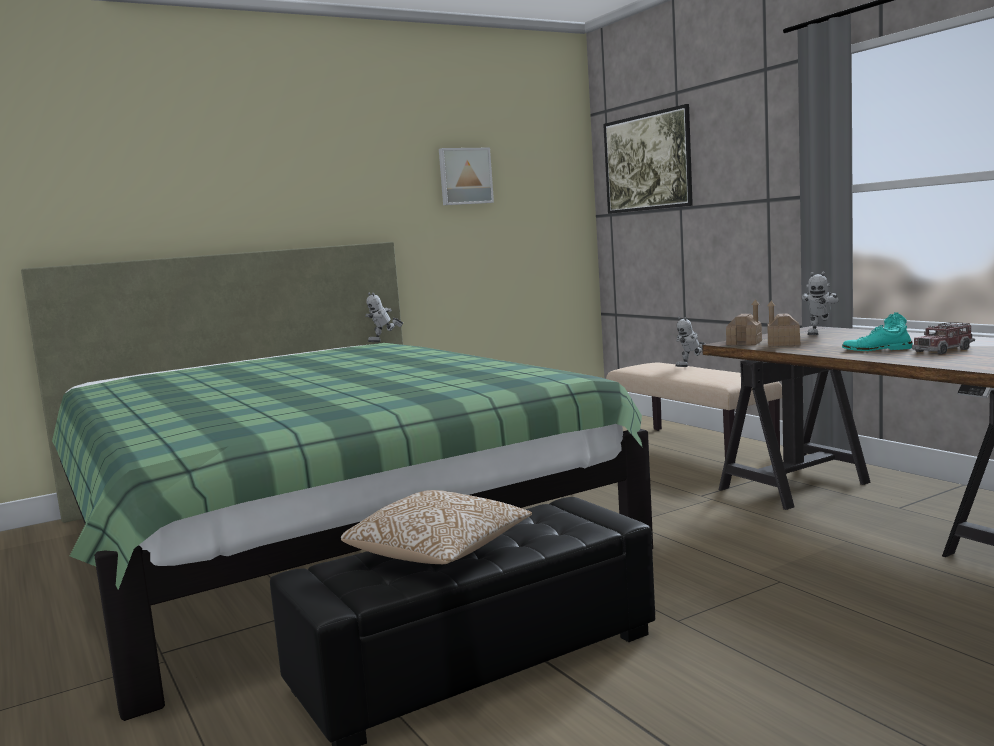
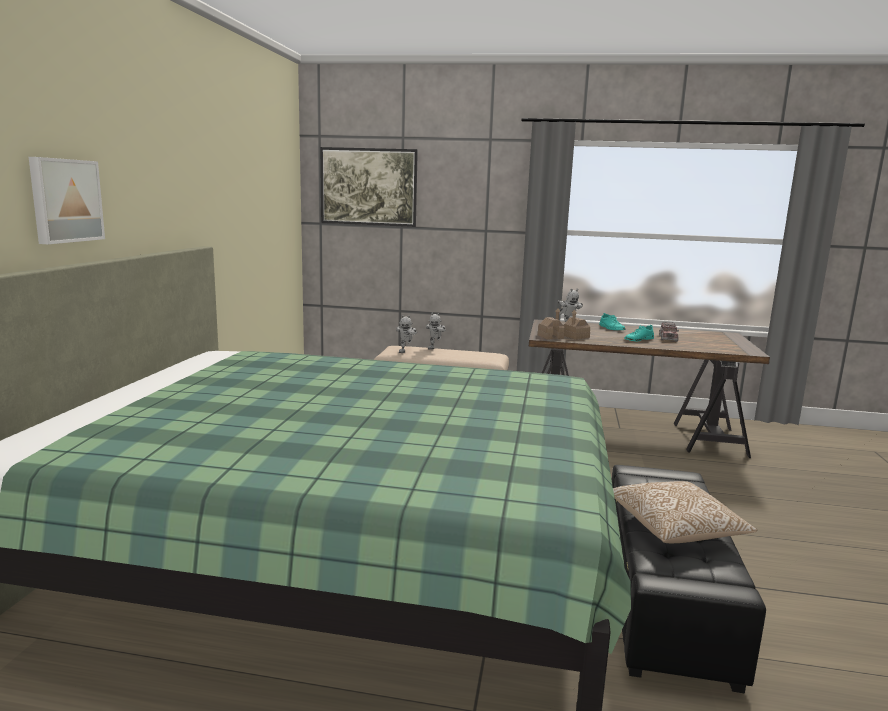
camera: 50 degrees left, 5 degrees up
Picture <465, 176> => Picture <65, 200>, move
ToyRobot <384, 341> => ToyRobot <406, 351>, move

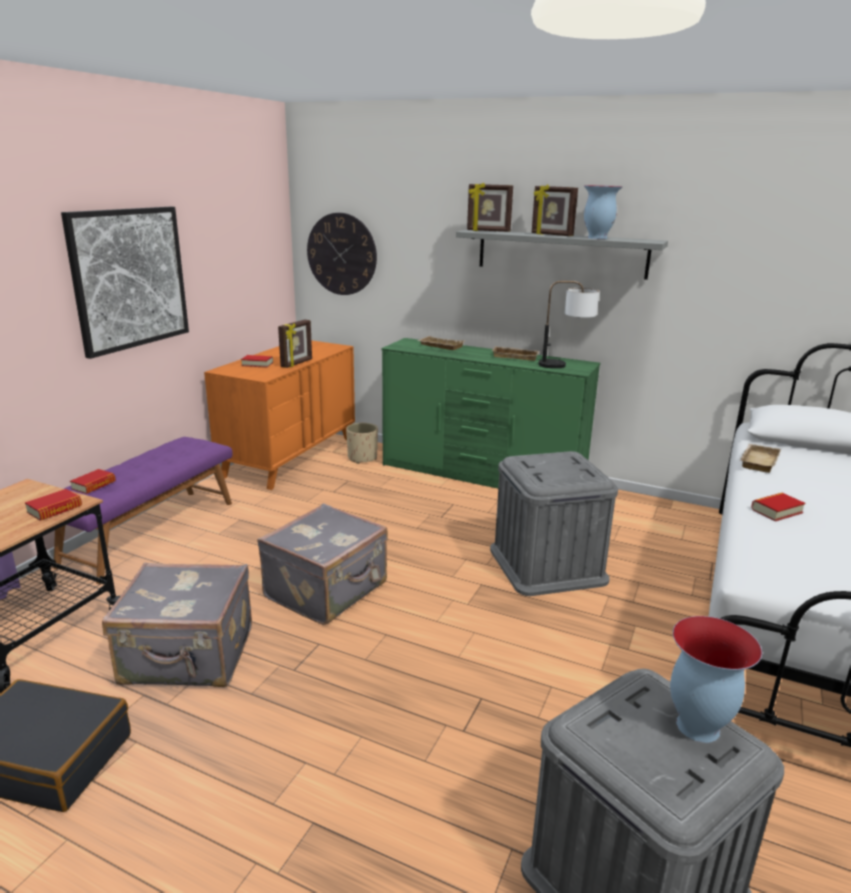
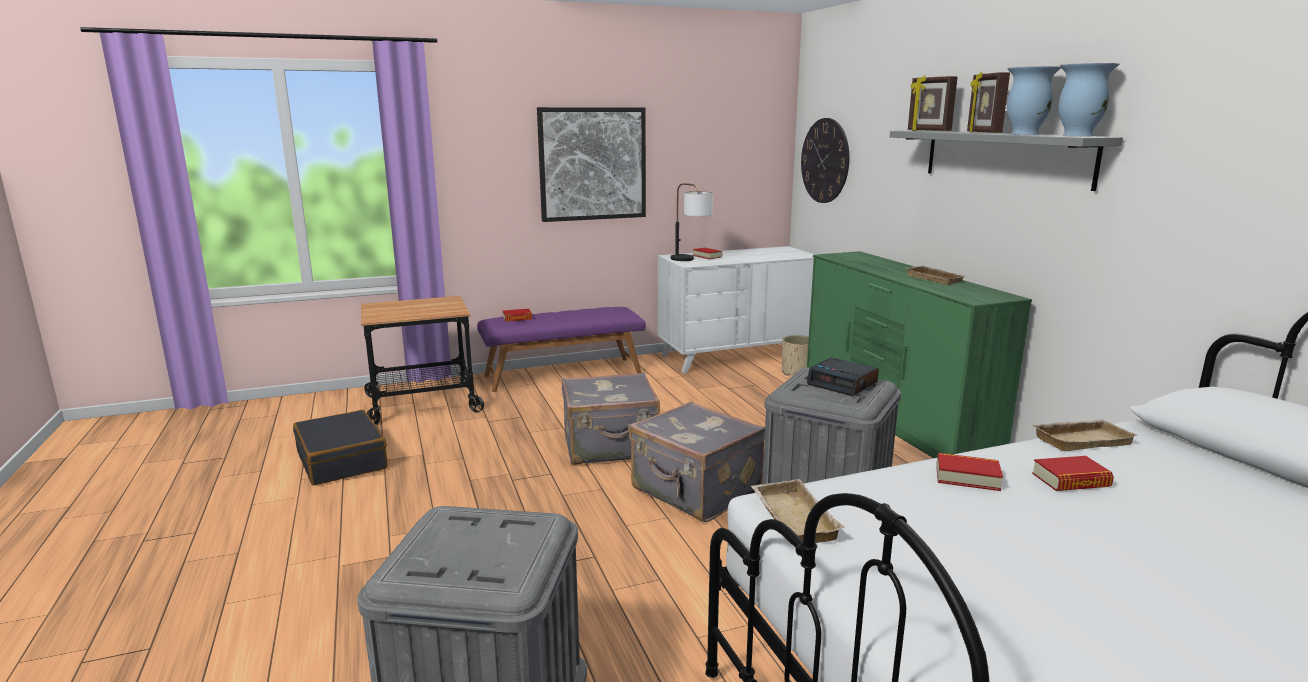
camera: 45 degrees right, 5 degrees down
TableLamp <565, 365> => TableLamp <690, 260>, move
PictureFrame <297, 363> => nothing
BeigeTray <440, 346> => BeigeTray <790, 518>, move
OrangeDresser <290, 457> => WhiteDresser <737, 356>
Book <55, 509> => Book <1070, 480>, move
GreySuitcase <188, 657> => GreySuitcase <695, 492>, move
Vase <696, 726> => Vase <1076, 136>, move
nothing => AlarmClock <843, 384>

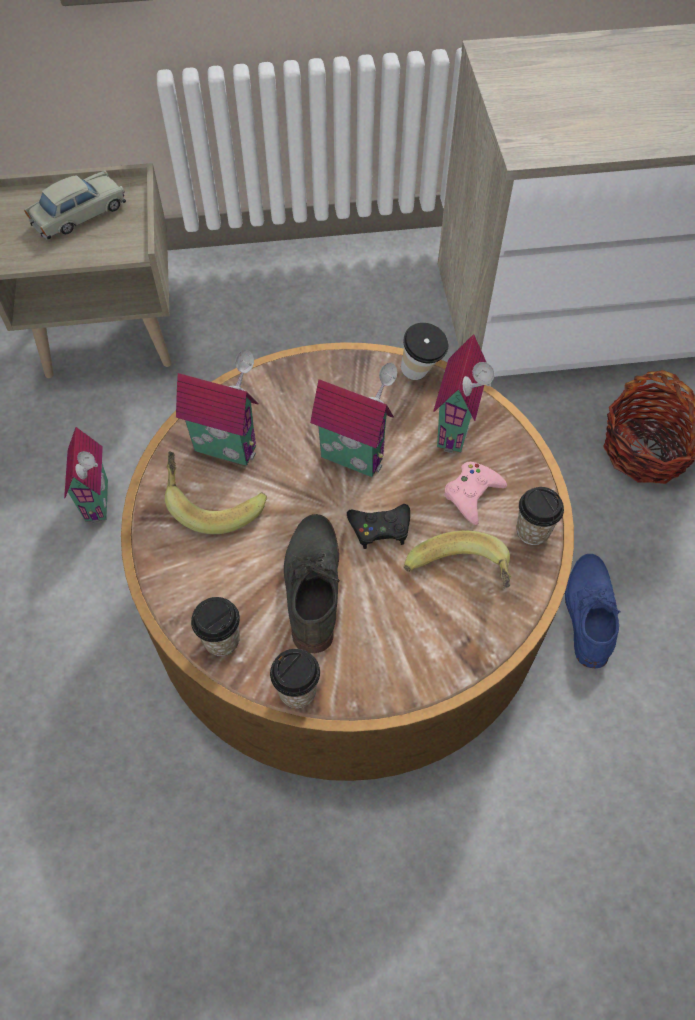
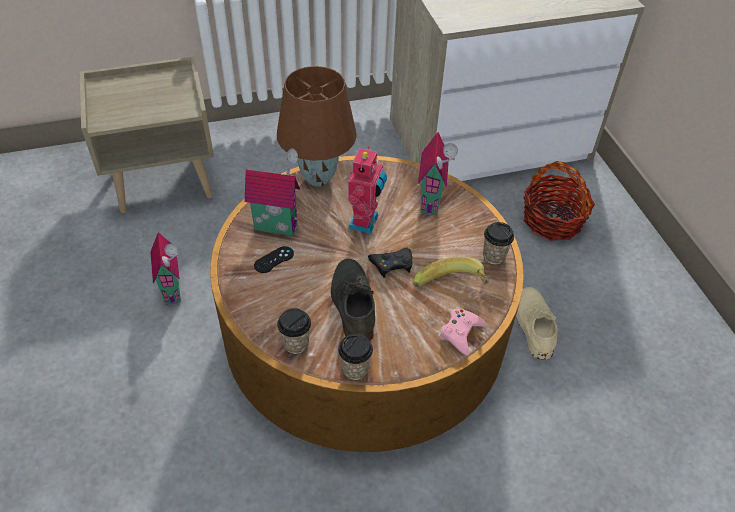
camera: 10 degrees left, 10 degrees down
BeigeToyCar <79, 214> => nothing
Cup <421, 375> => nothing
ToyHouse <354, 455> => ToyRobot <365, 222>
Banana <213, 502> => BlackGameController <274, 260>
PinkGameController <472, 494> => PinkGameController <461, 333>, move
BlueShoe <588, 611> => BeigeShoe <533, 324>
nothing => BrownTableLamp <317, 179>

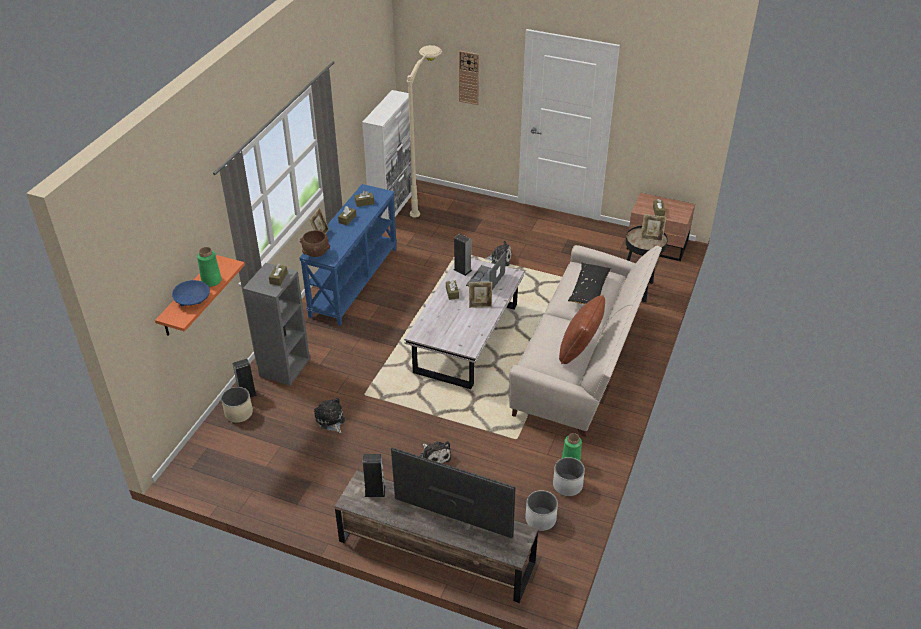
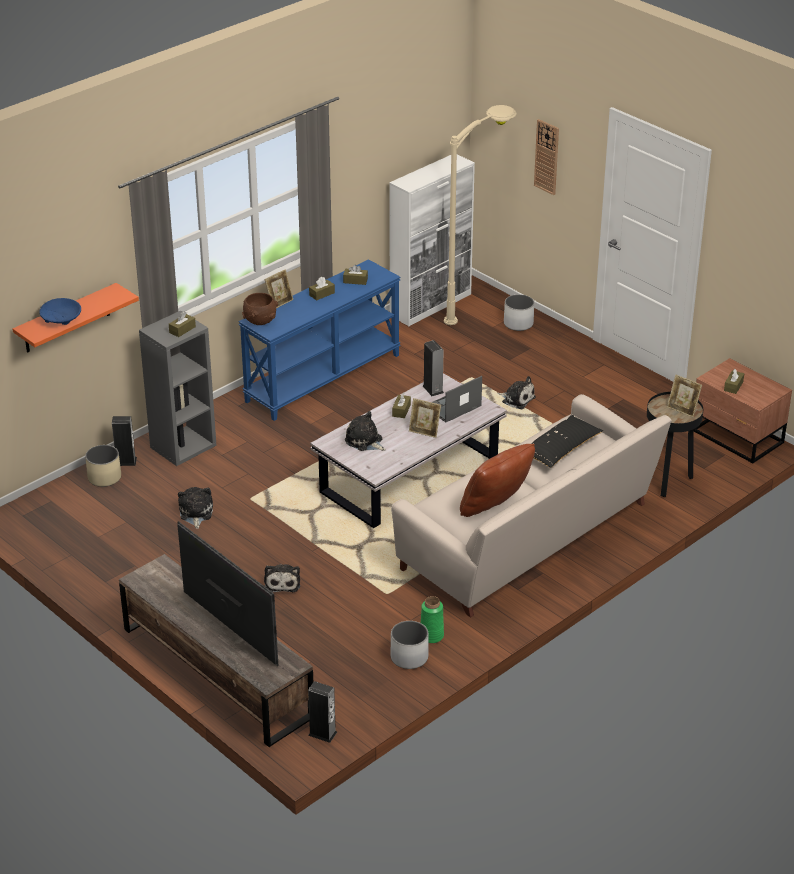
camera: 25 degrees right, 5 degrees down
GreenVase <211, 281> => nothing
Speaker <375, 491> => Speaker <322, 733>, move
WhitePlanter <540, 519> => WhitePlanter <518, 324>, move
nothing => PlushToy <365, 441>

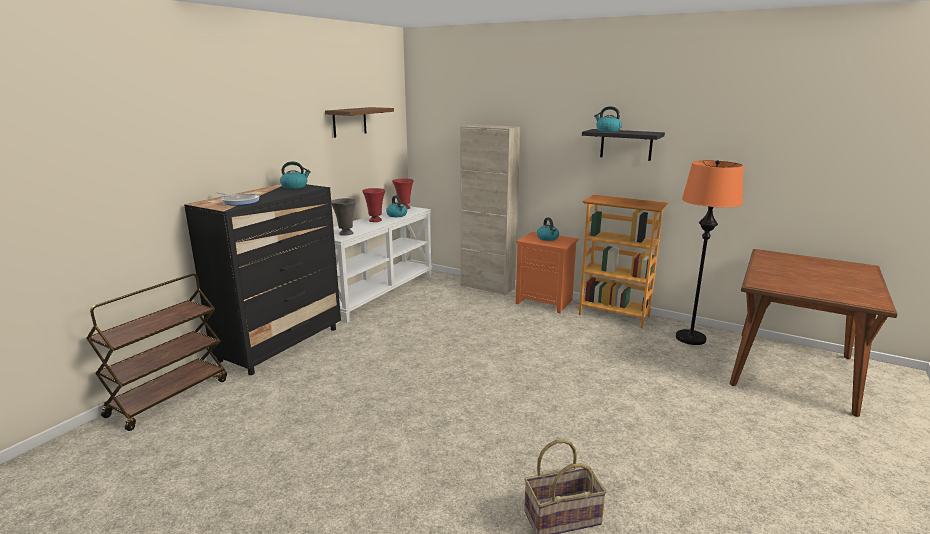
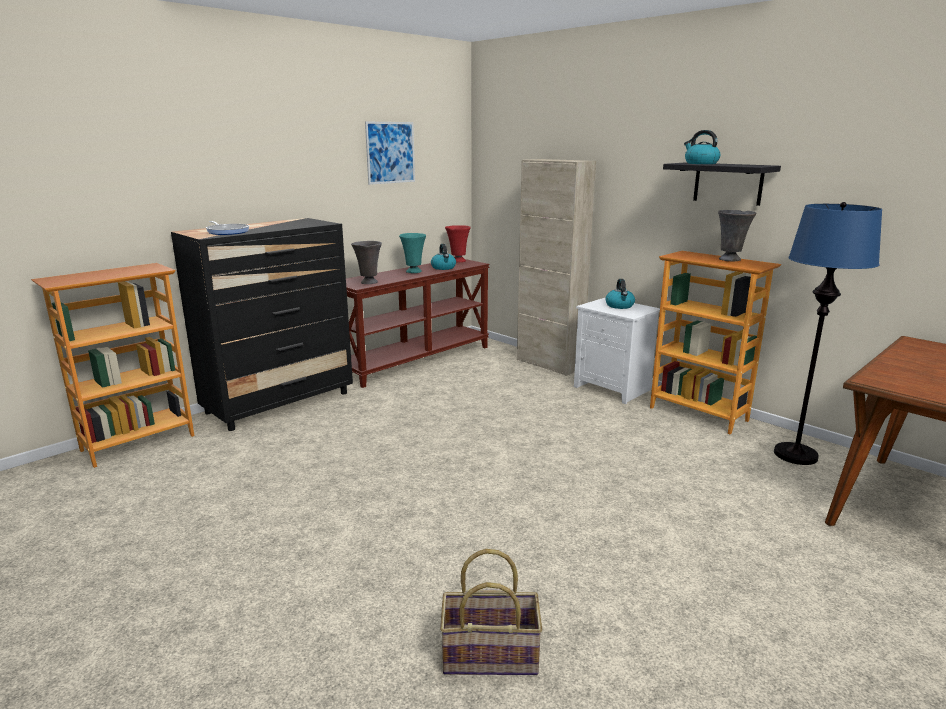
camera: 15 degrees right, 0 degrees up
BrownShelf <349, 122> => Picture <390, 152>
OrangeFloorLamp <691, 338> => BlueFloorLamp <796, 455>
Kettle <295, 186> => nothing
RedVase <375, 221> => TurquoiseVase <414, 272>
WhiteConsoleTable <378, 294> => BrownConsoleTable <416, 360>
OrangeNightstand <545, 302> => WhiteNightstand <614, 388>
BrownCart <169, 397> => Bookcase <138, 442>
nothing => GreyVase <730, 260>

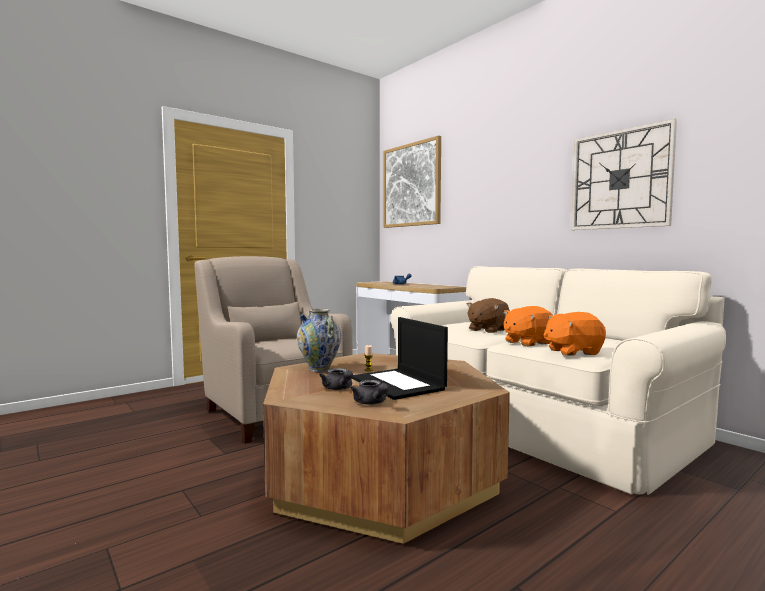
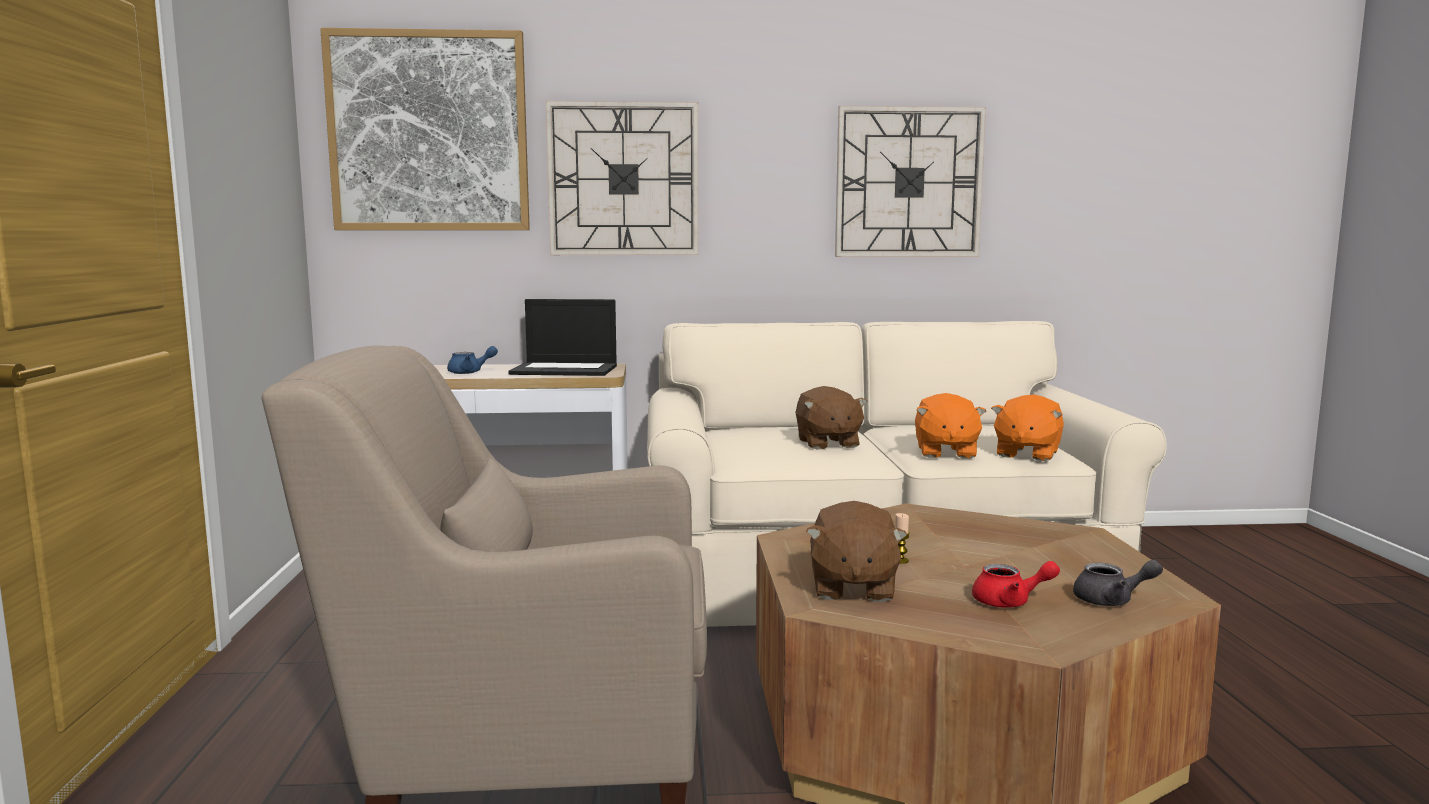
camera: 55 degrees left, 5 degrees up
Vase <319, 369> => BrownPlushToy <852, 588>
Laptop <399, 384> => Laptop <566, 370>, move
GreyTeapot <338, 389> => RedTeapot <1009, 602>
nothing => WallClock <623, 179>

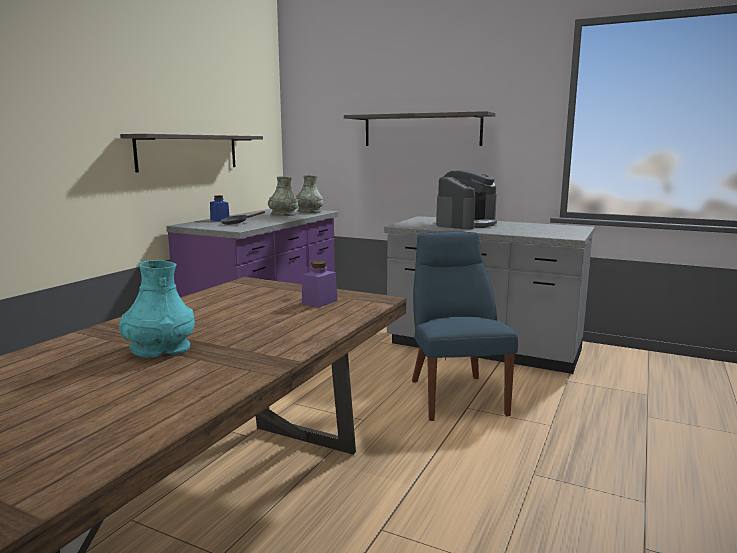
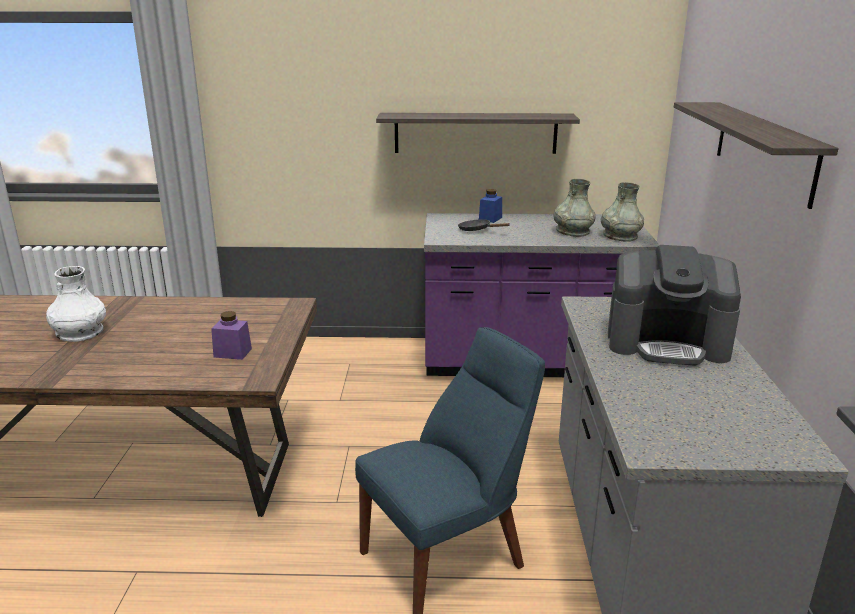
camera: 65 degrees right, 10 degrees up
TurquoiseVase <160, 349> => WhiteVase <80, 332>

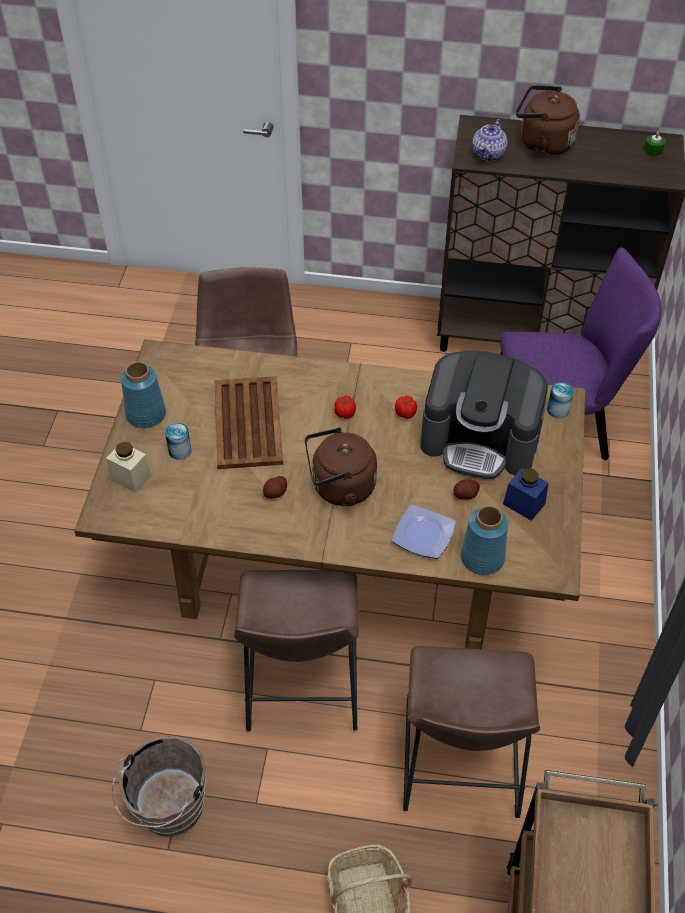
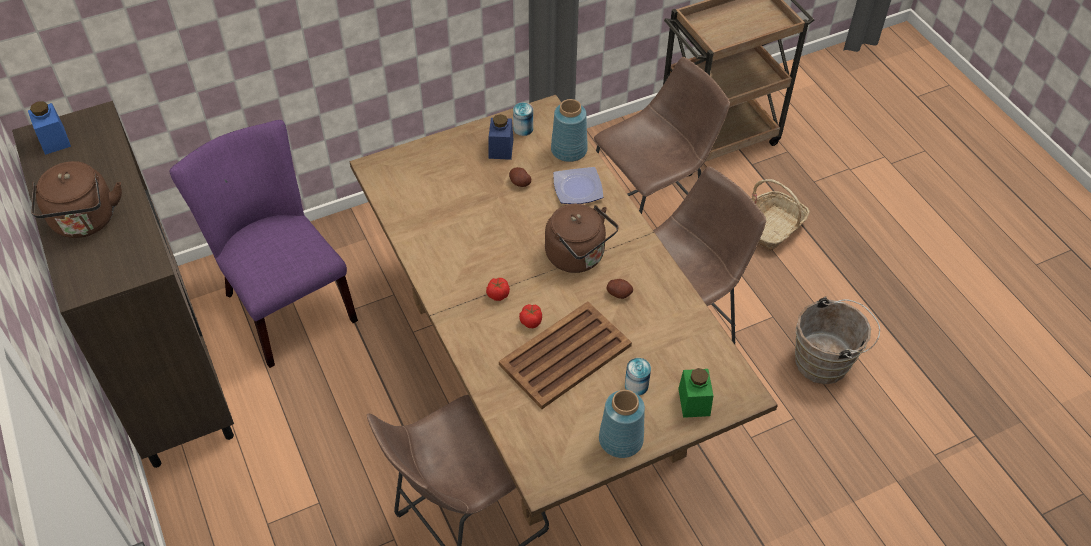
camera: 125 degrees left, 0 degrees up
Teapot <489, 154> => nothing
GreenCandle <653, 150> => BlueJar <54, 140>
CoffeeMachine <480, 440> => nothing
Can <558, 409> => Can <523, 129>, move
Tomato <405, 413> => Tomato <531, 321>, move
BeigeJar <130, 477> => GreenJar <694, 402>

